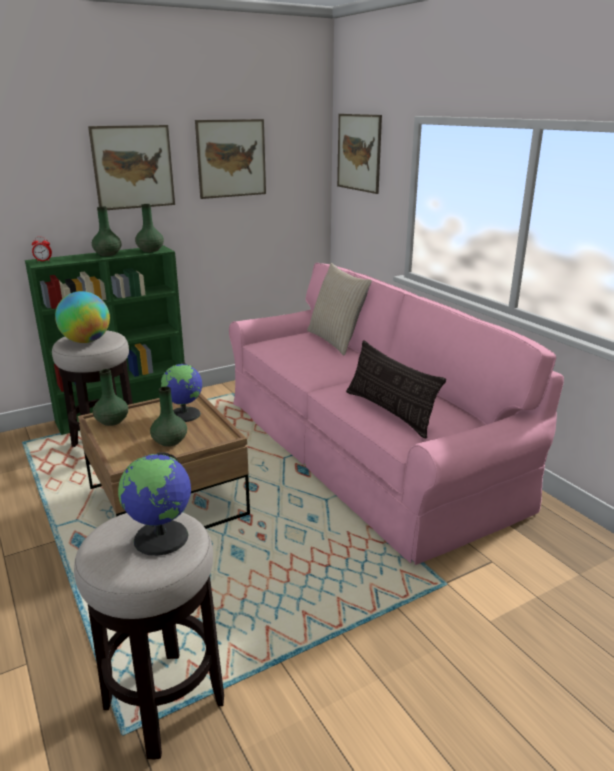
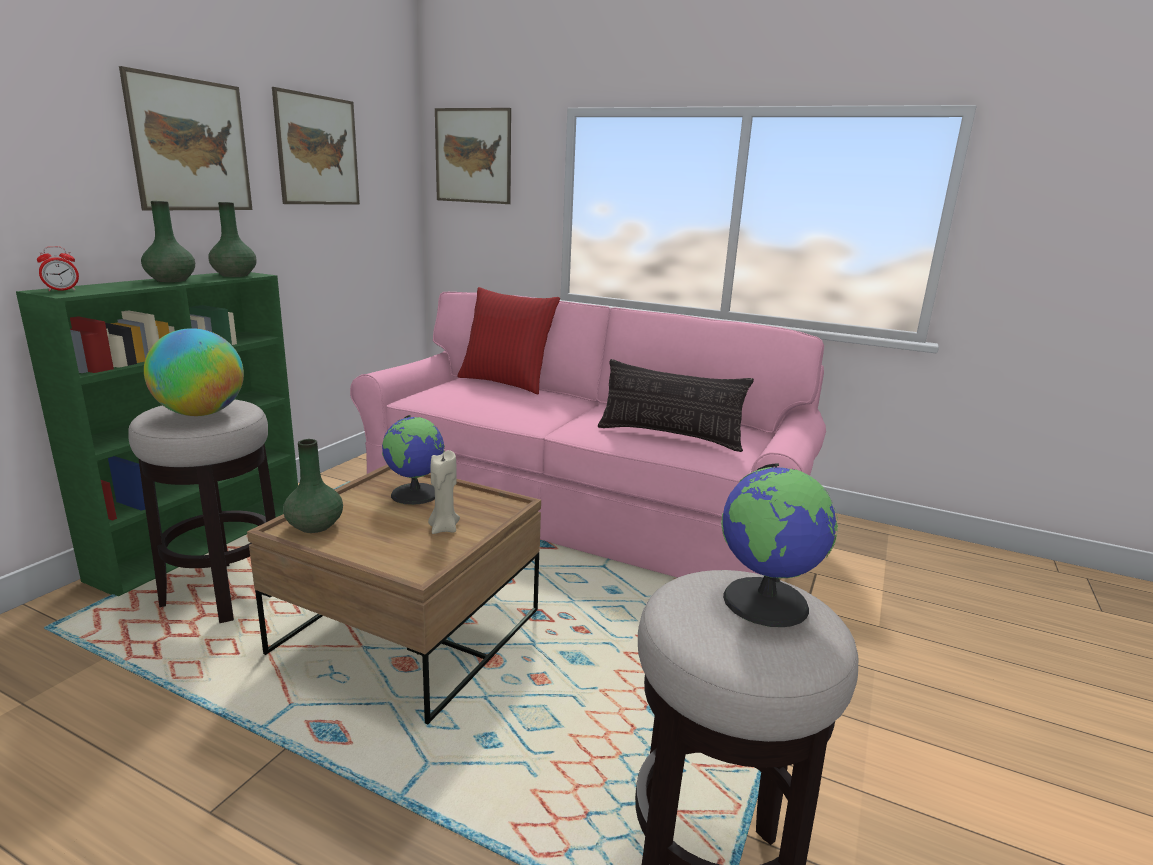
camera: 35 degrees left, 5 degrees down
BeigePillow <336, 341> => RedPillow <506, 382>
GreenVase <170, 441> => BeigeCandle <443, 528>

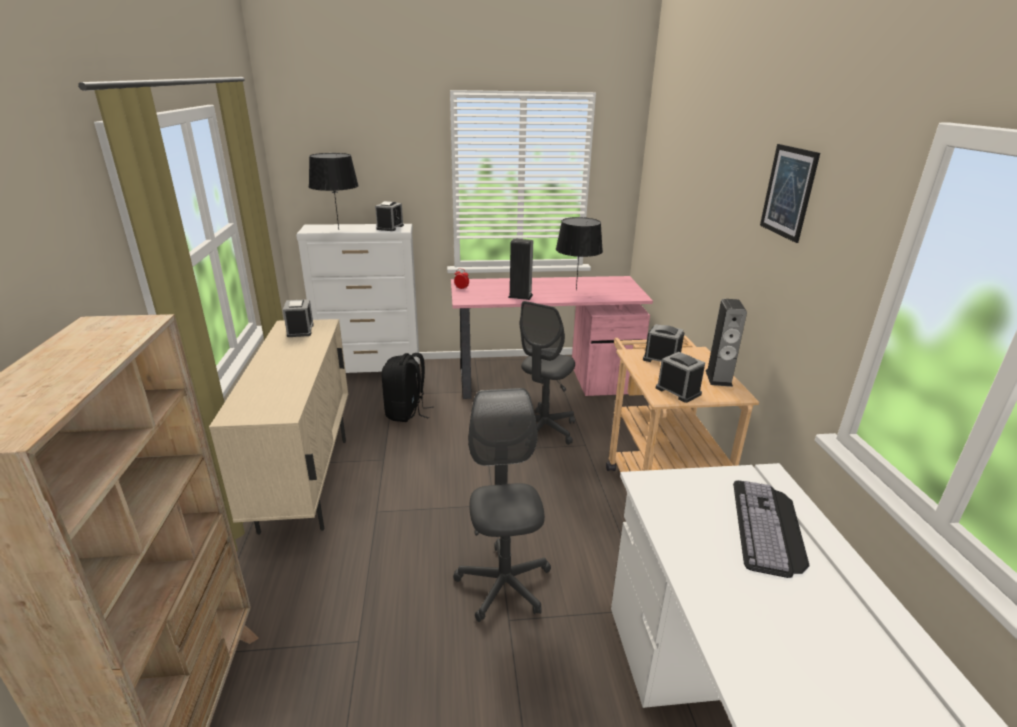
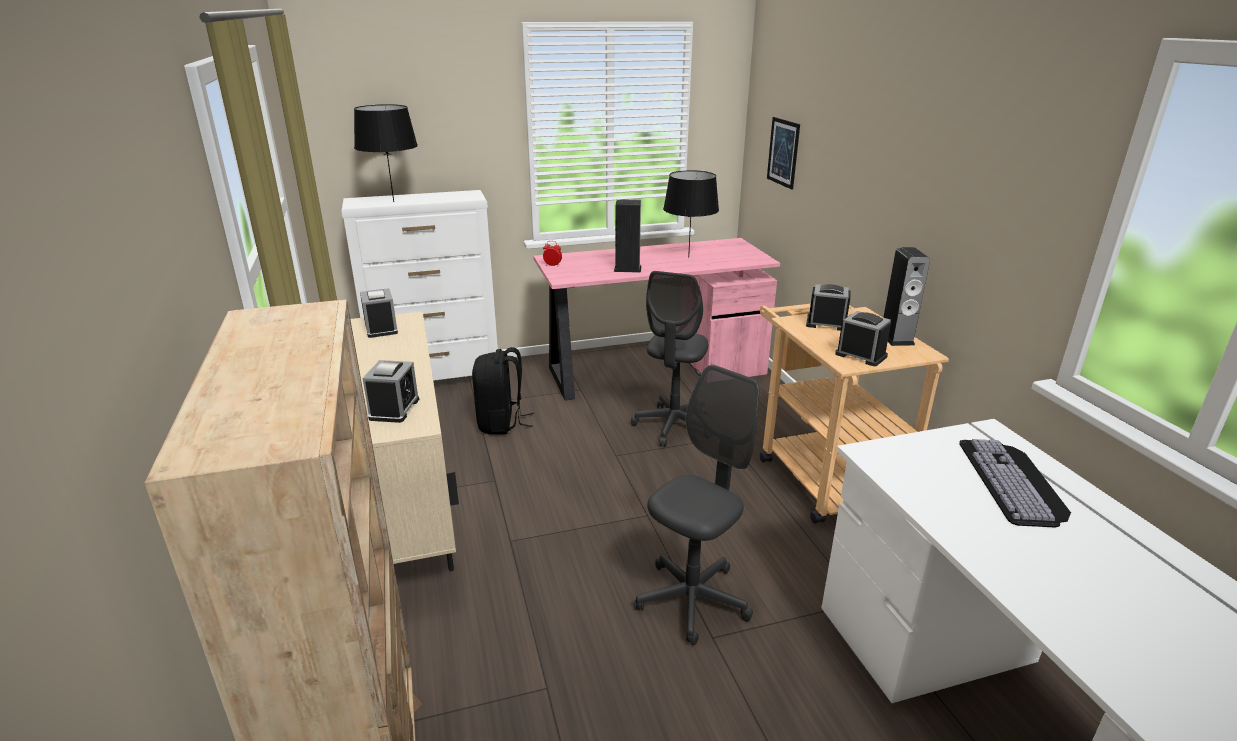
camera: 10 degrees left, 0 degrees up
Picture <788, 192> => Picture <783, 152>, move
AlarmClock <390, 227> => AlarmClock <394, 409>, move
GreyOfficeChair <503, 584> => GreyOfficeChair <692, 600>, 60 degrees clockwise

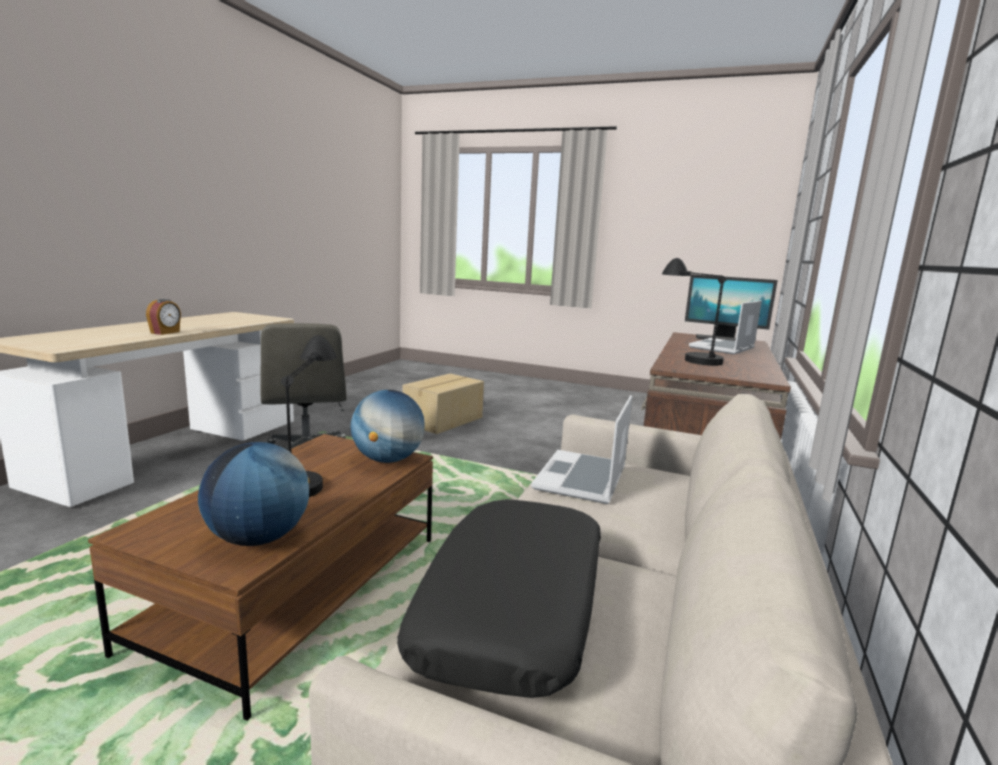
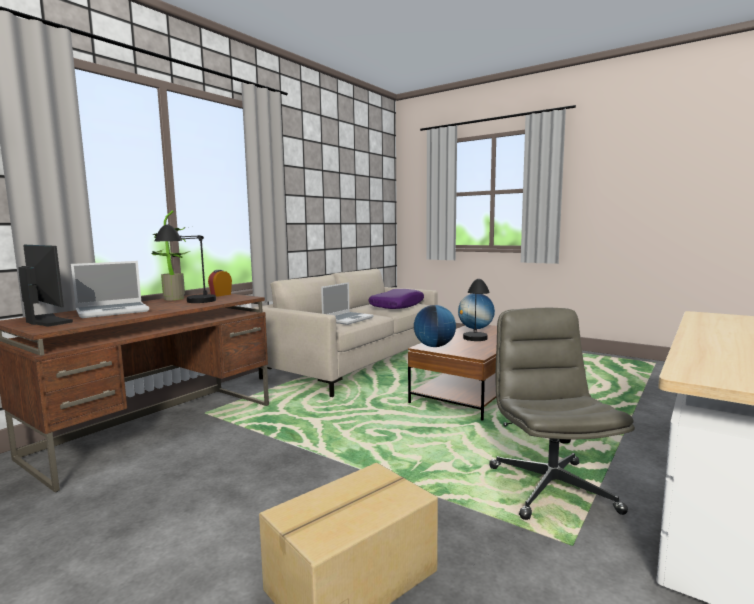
camera: 165 degrees left, 5 degrees down
AlarmClock <165, 332> => AlarmClock <220, 295>, move
BlackPillow <514, 607> => PurplePillow <396, 306>
nothing => PottedPlant <174, 299>

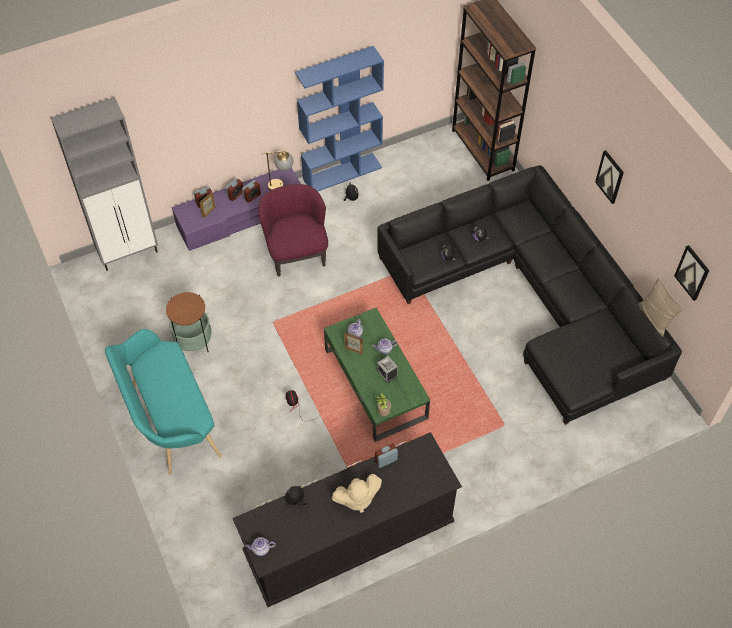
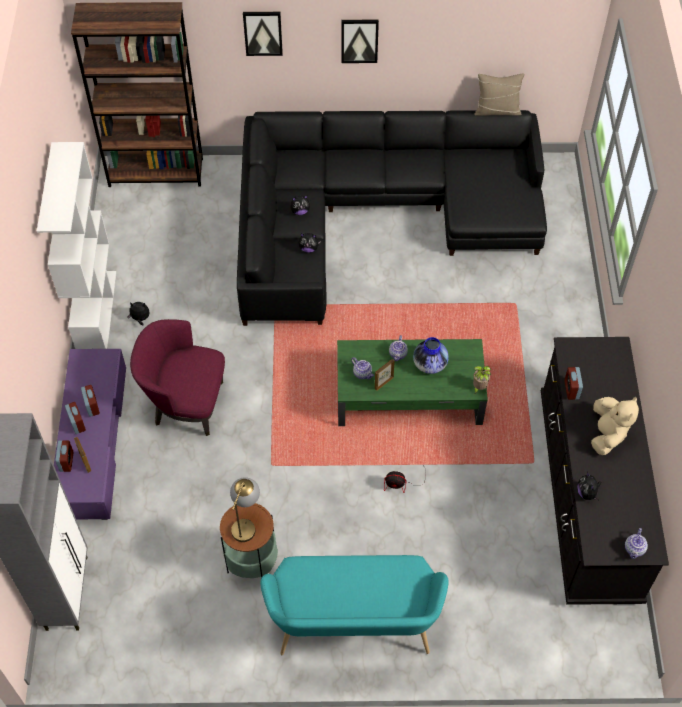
camera: 65 degrees left, 0 degrees up
BlueBookcase <342, 172> => WhiteBookcase <96, 312>
TableLamp <281, 185> => TableLamp <246, 523>, move
Picture <692, 272> => Picture <263, 32>, move
AlarmClock <387, 373> => Vase <430, 364>

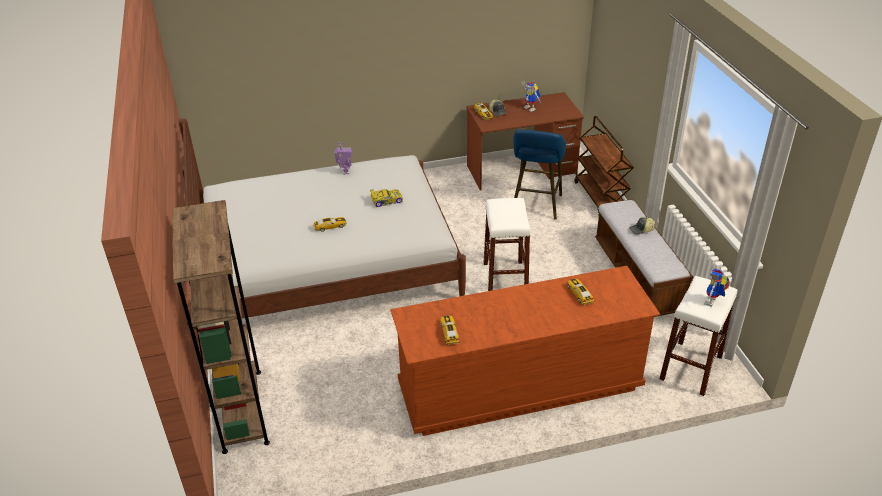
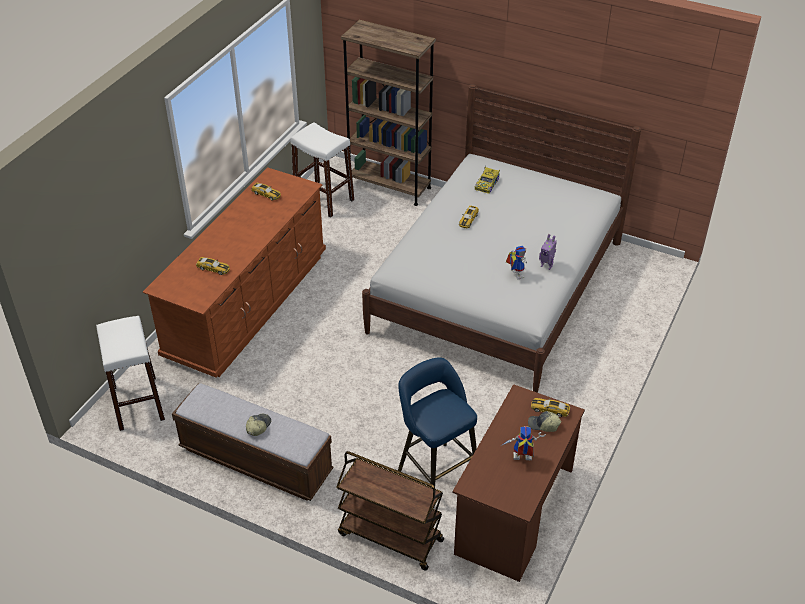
camera: 130 degrees right, 5 degrees up
ToyCar <386, 200> => ToyCar <487, 184>, move
WhiteStool <505, 279> => WhiteStool <323, 199>, move
ToyRobot <712, 302> => ToyRobot <514, 274>, move

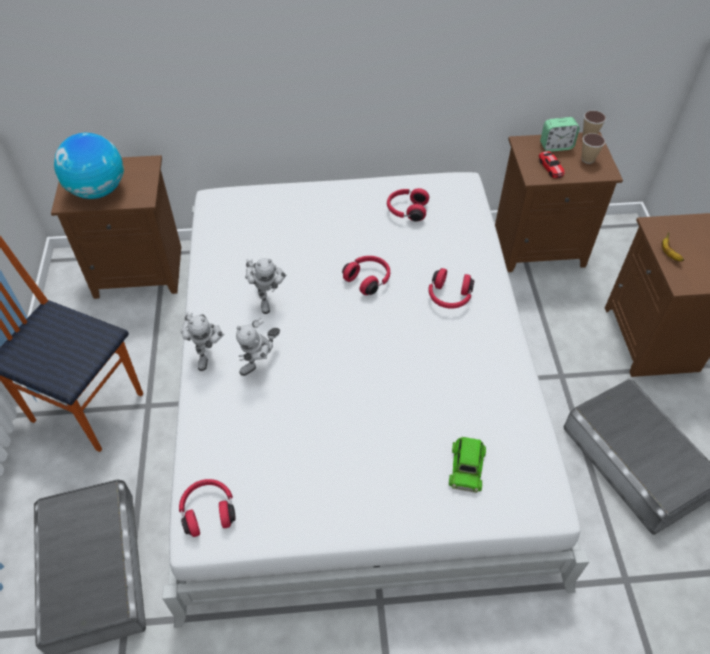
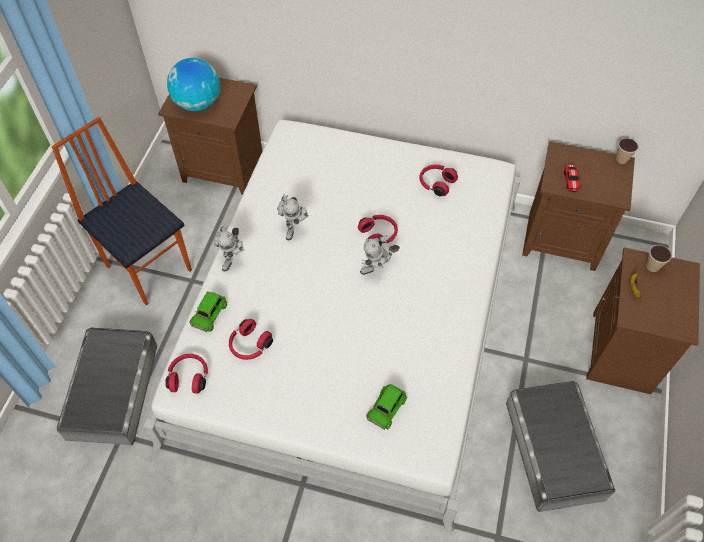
camera: 20 degrees right, 5 degrees up
AlarmClock <556, 146> => nothing
Cup <587, 159> => Cup <652, 266>, move
RedHeadphones <449, 297> => RedHeadphones <249, 345>, move
ToyRobot <261, 364> => ToyRobot <378, 269>, move
nothing => GreenToyCar <209, 313>

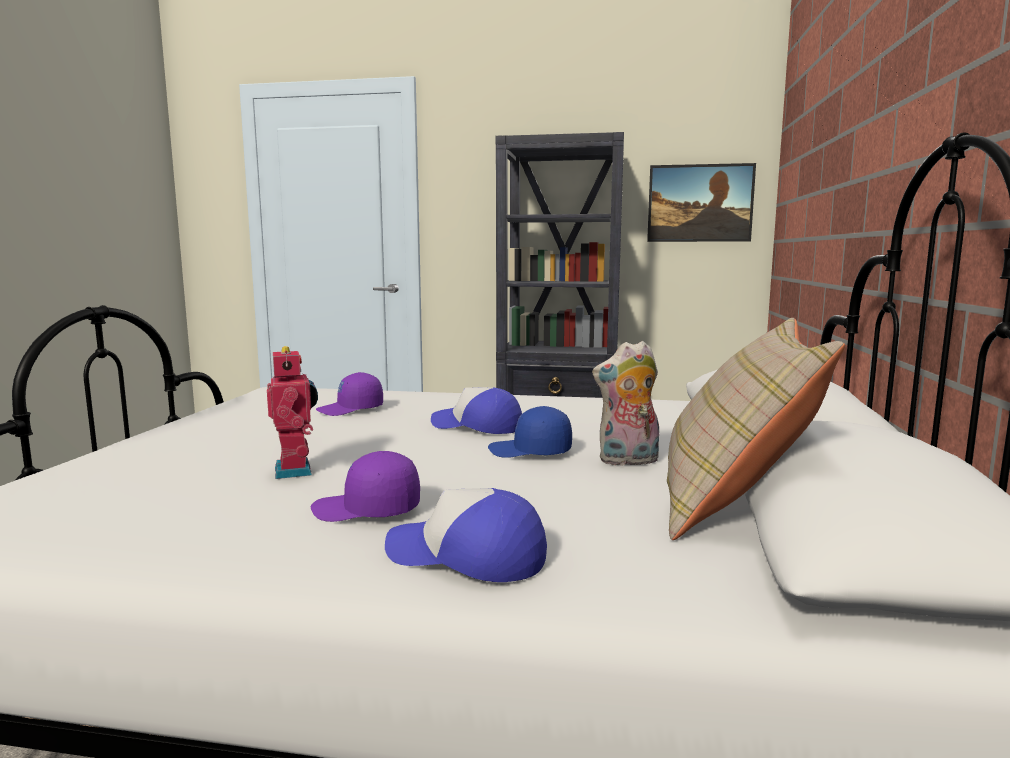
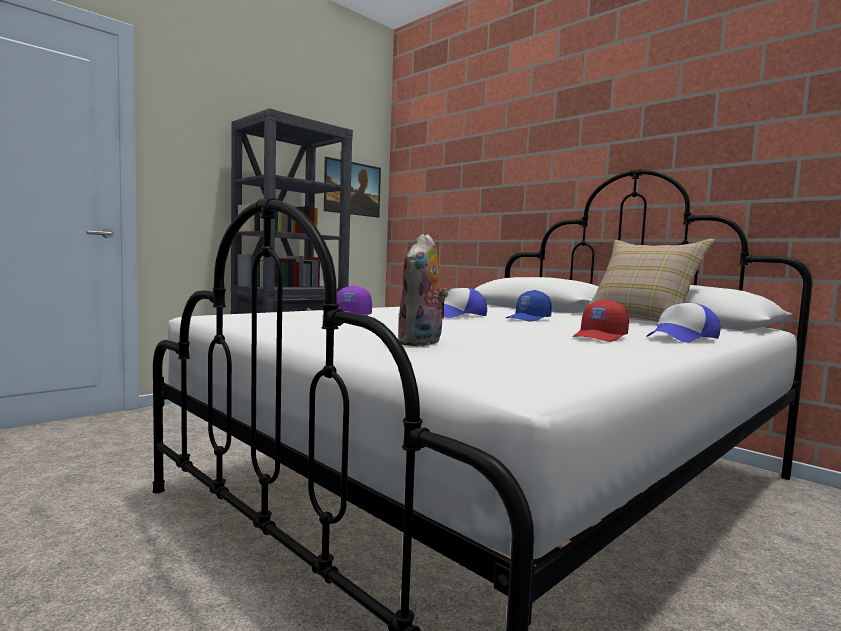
camera: 55 degrees left, 5 degrees down
PlushToy <628, 461> => PlushToy <421, 343>, move
ToyRobot <296, 470> => nothing
PurpleCap <366, 510> => RedCap <600, 337>

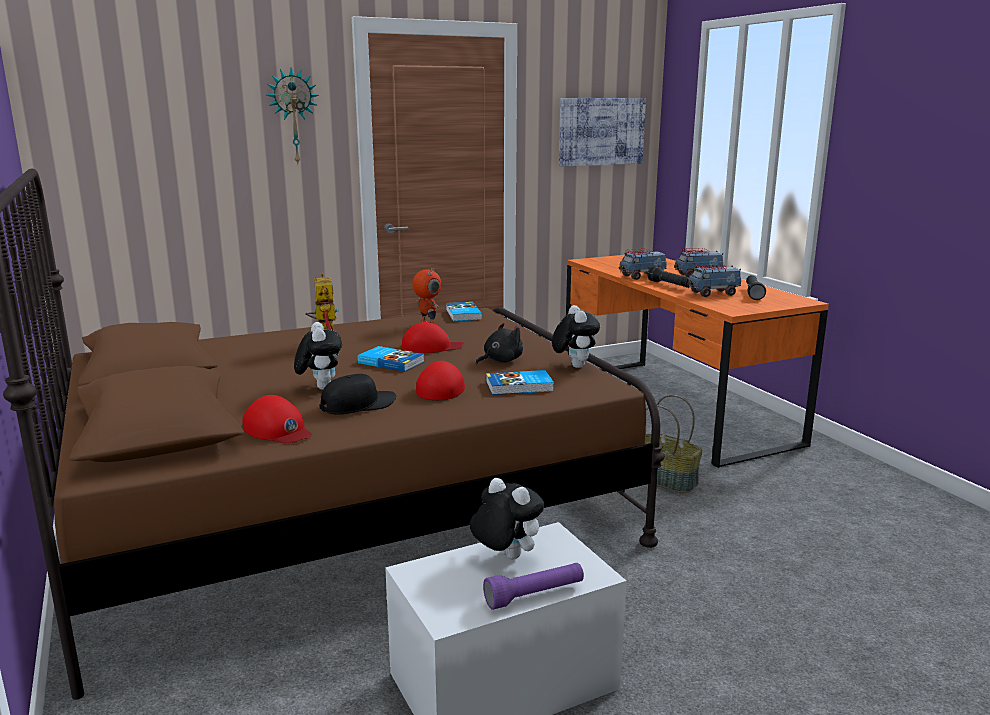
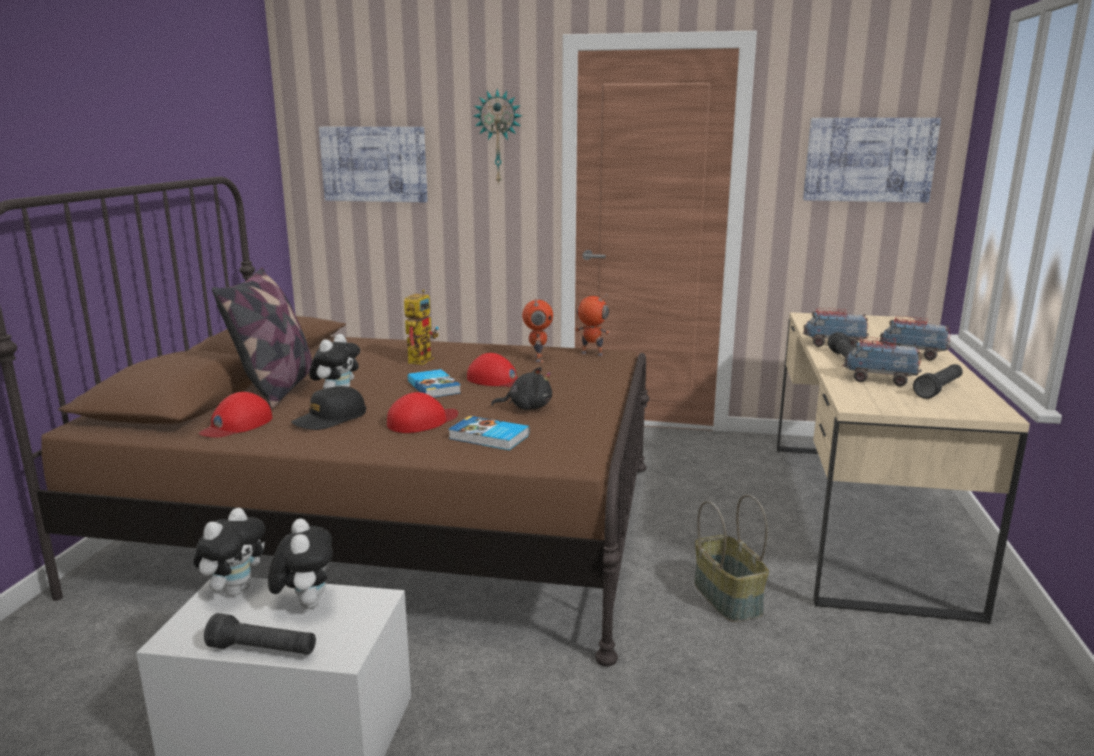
camera: 35 degrees right, 0 degrees up
OrangeDesk <672, 407> => BeigeDesk <860, 517>
Book <462, 314> => ToyRobot <591, 354>
PlushToy <574, 366> => PlushToy <235, 590>, move
BlackCap <358, 405> => BlackCap <330, 419>, 135 degrees clockwise
RedCap <278, 430> => RedCap <237, 425>, 45 degrees clockwise
PurpleFlashlight <534, 595> => BlackFlashlight <263, 650>
nothing => Picture <374, 164>
nothing => Pillow <277, 388>

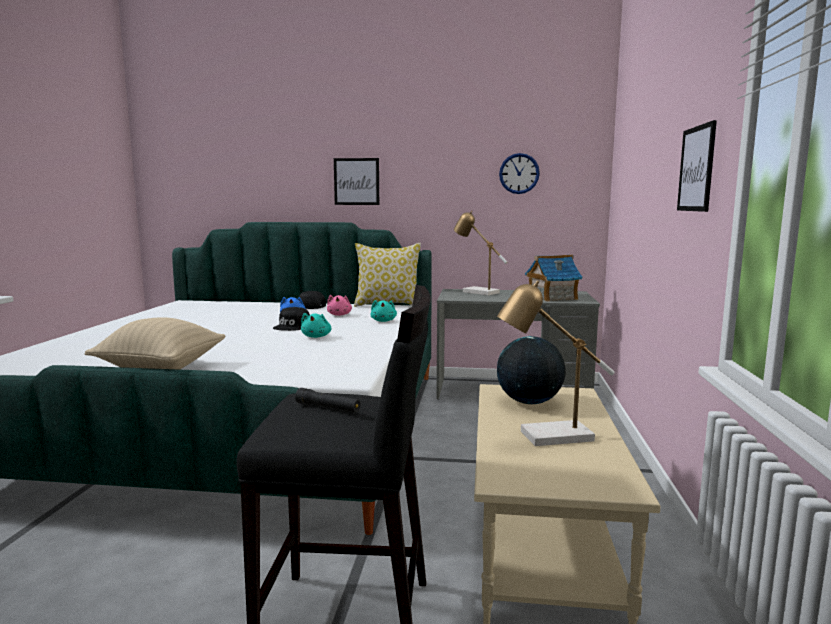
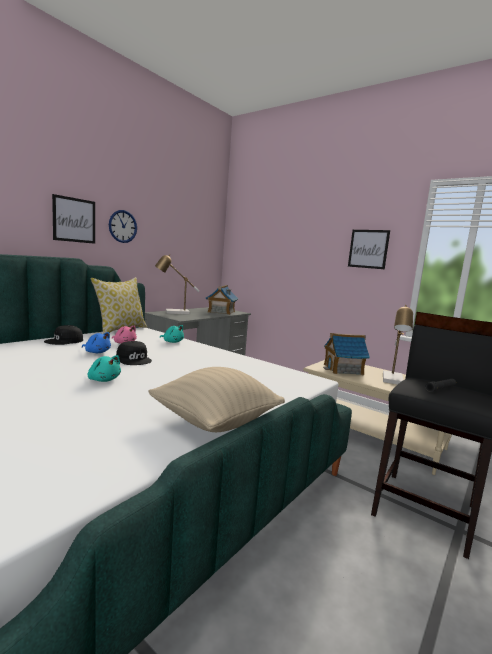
camera: 60 degrees left, 0 degrees up
WallClock <519, 173> => WallClock <123, 226>, move
TurquoisePlushToy <316, 336> => TurquoisePlushToy <103, 380>, move
Globe <529, 402> => ToyHouse <343, 369>

